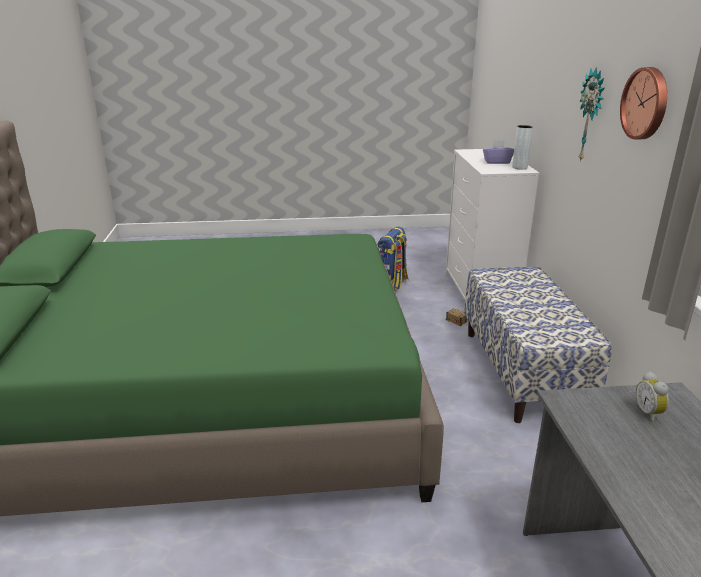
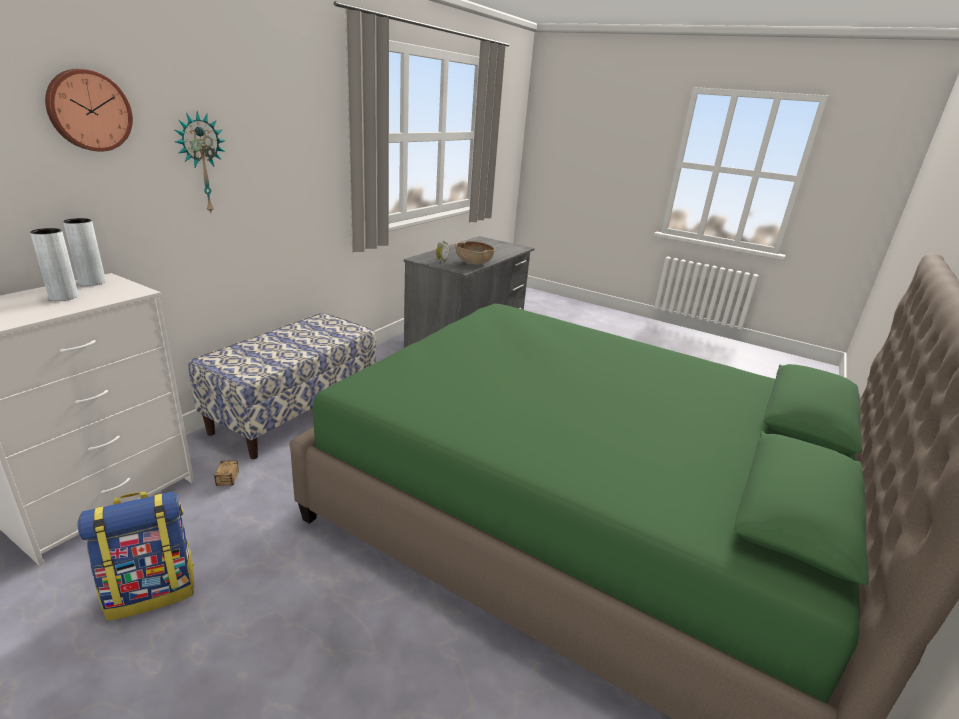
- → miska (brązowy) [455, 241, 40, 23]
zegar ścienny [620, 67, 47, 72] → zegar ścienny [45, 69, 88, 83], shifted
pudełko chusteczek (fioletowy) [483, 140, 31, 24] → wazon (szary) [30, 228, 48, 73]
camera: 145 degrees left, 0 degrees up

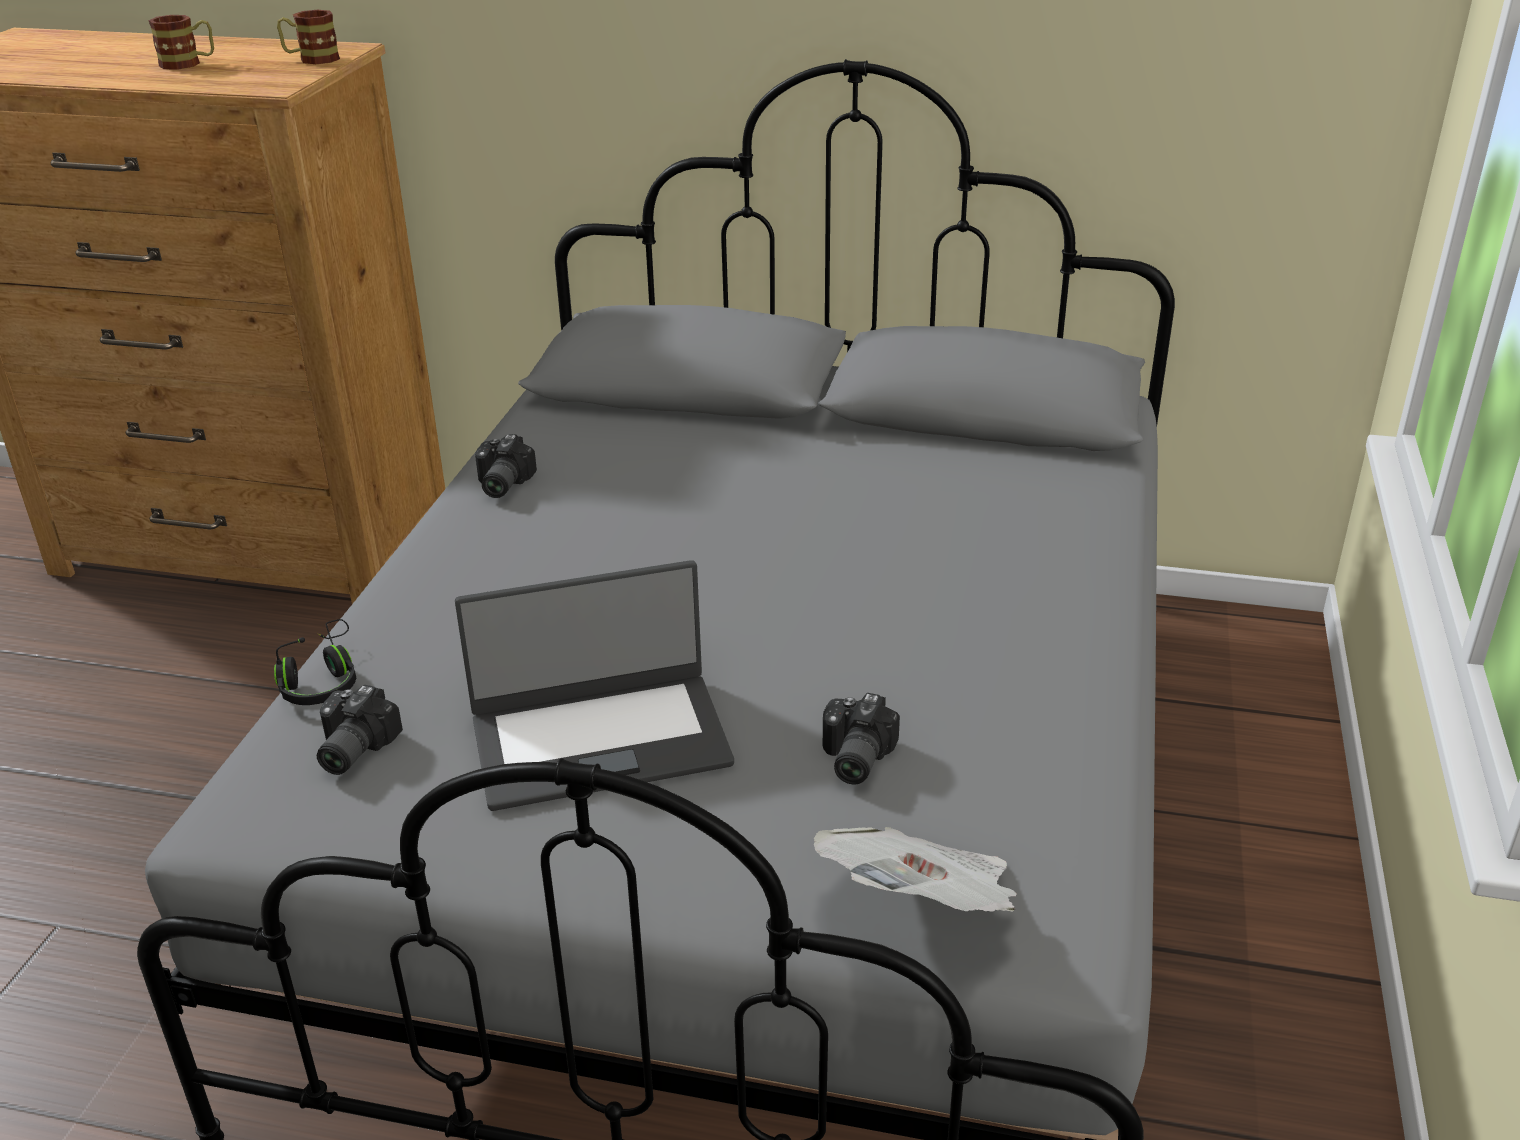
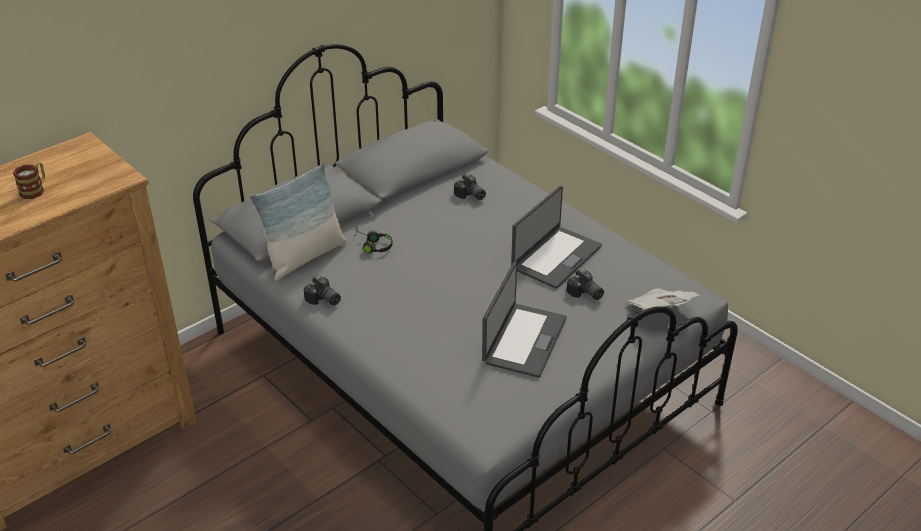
kubek [277, 10, 63, 54] → -
- → poduszka [250, 163, 97, 118]
- → laptop [511, 186, 91, 103]
słuchawki (czarny) [274, 619, 82, 86] → słuchawki (czarny) [354, 228, 39, 25], shifted
aparat fotograficzny [317, 685, 86, 90] → aparat fotograficzny [454, 173, 32, 27], shifted
camera: 55 degrees left, 5 degrees up

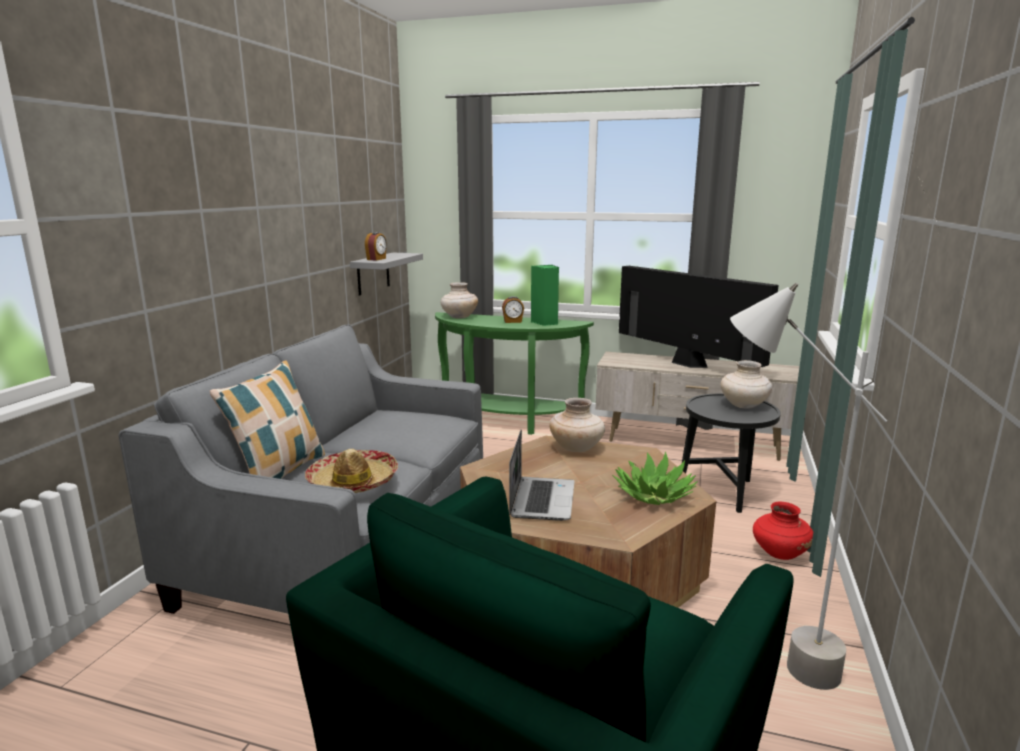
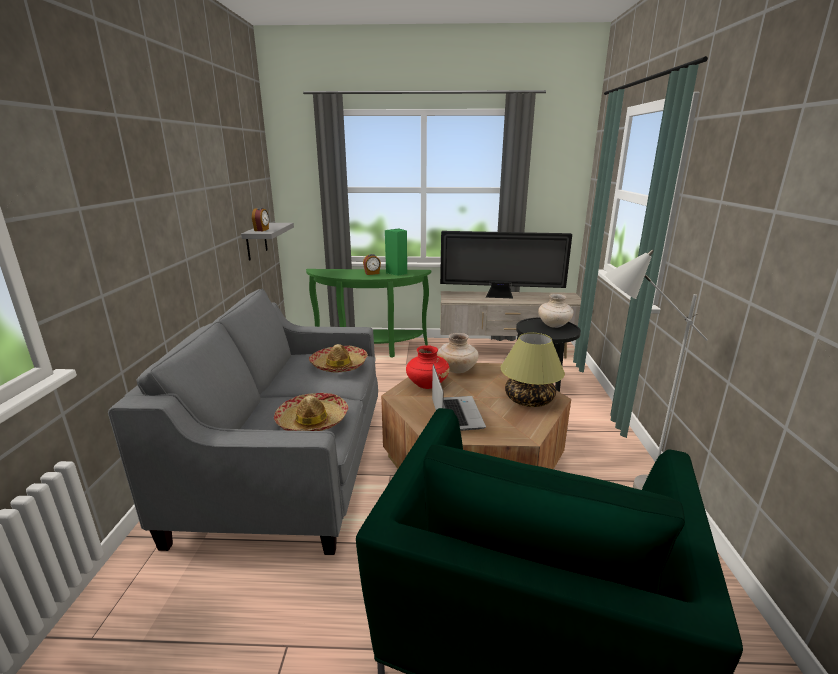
poduszka [210, 360, 115, 119] → -
wazon (beżowy) [441, 282, 37, 36] → -
- → kapelusz [309, 344, 59, 28]
wazon (czerwony) [753, 502, 60, 58] → wazon (czerwony) [406, 345, 43, 44], shifted
roślina doniczkowa [612, 452, 86, 53] → lampa stołowa [501, 333, 64, 74]
telewizor [619, 266, 160, 102] → telewizor [440, 231, 132, 67], 150 degrees clockwise
camera: 15 degrees left, 5 degrees up

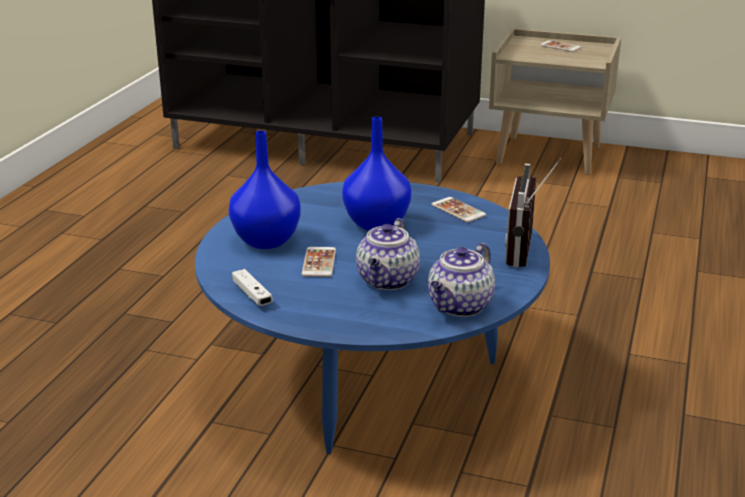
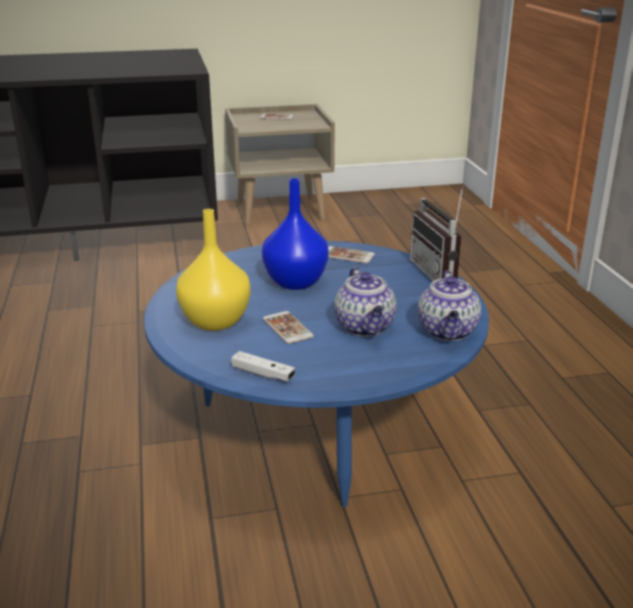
wazon (niebieski) [229, 131, 72, 118] → wazon (żółty) [176, 209, 74, 122]
camera: 30 degrees left, 0 degrees up

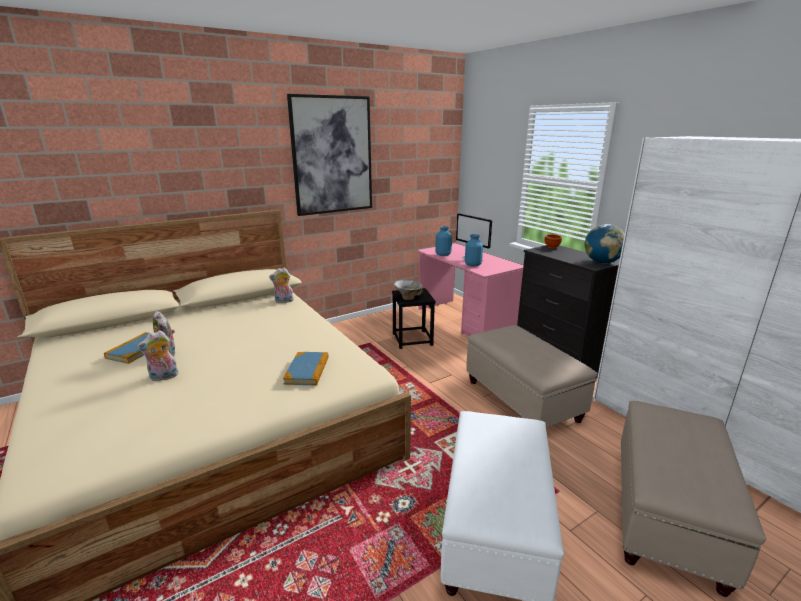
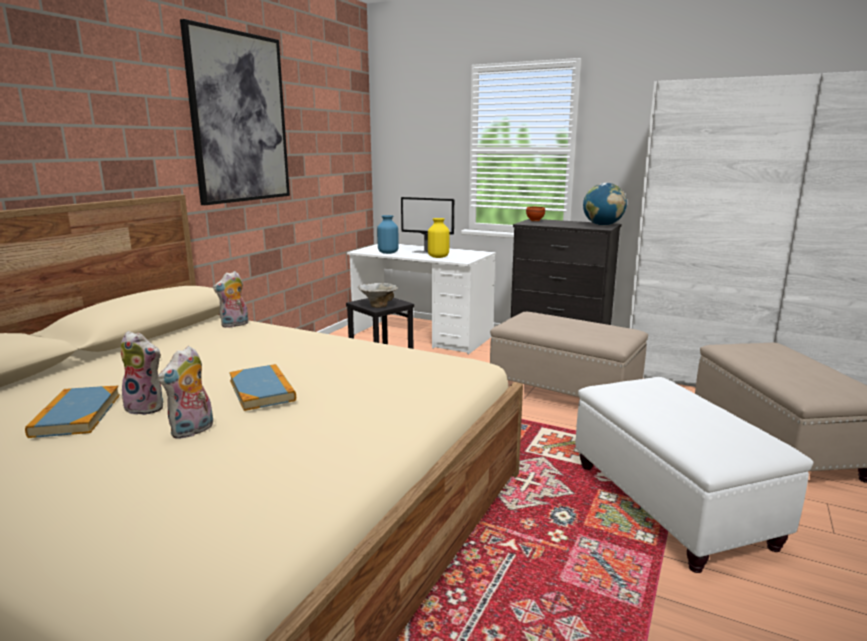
książka [283, 352, 46, 34] → książka [229, 364, 67, 47], shifted
biurko (różowy) [417, 243, 107, 93] → biurko (biały) [347, 244, 149, 111]
wazon (niebieski) [465, 234, 18, 32] → wazon (żółty) [428, 218, 22, 40]
camera: 30 degrees left, 5 degrees down

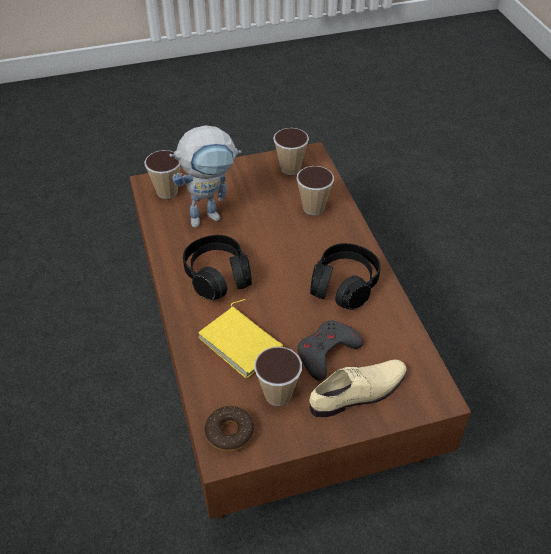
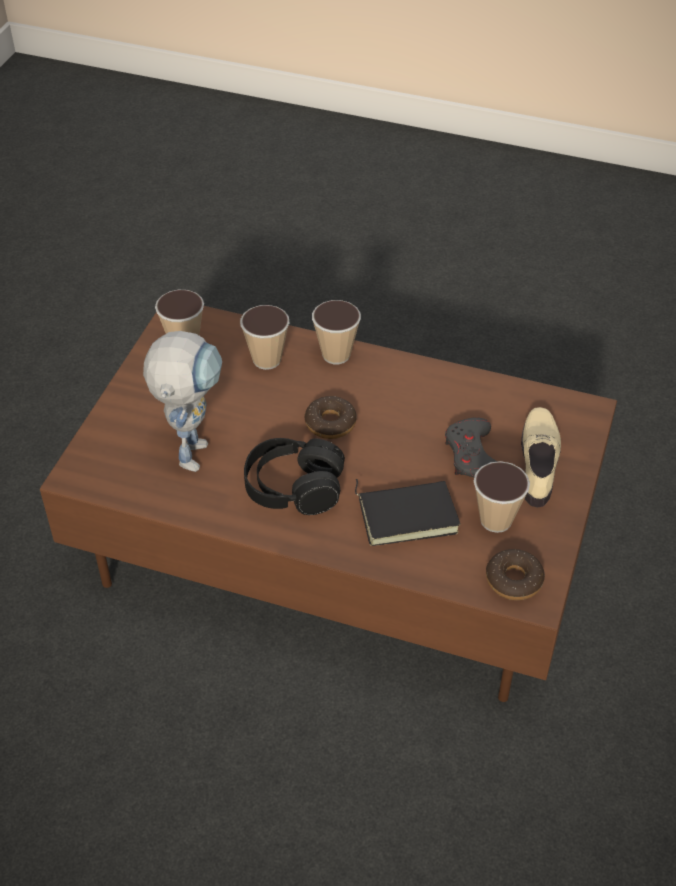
słuchawki (czarny) [310, 243, 71, 67] → -
- → donut [305, 396, 52, 43]
filiżanka [144, 150, 37, 49] → filiżanka [312, 300, 49, 64], shifted
książka (żółty) [198, 299, 85, 79] → książka (czarny) [355, 479, 106, 67]
camera: 55 degrees left, 0 degrees up

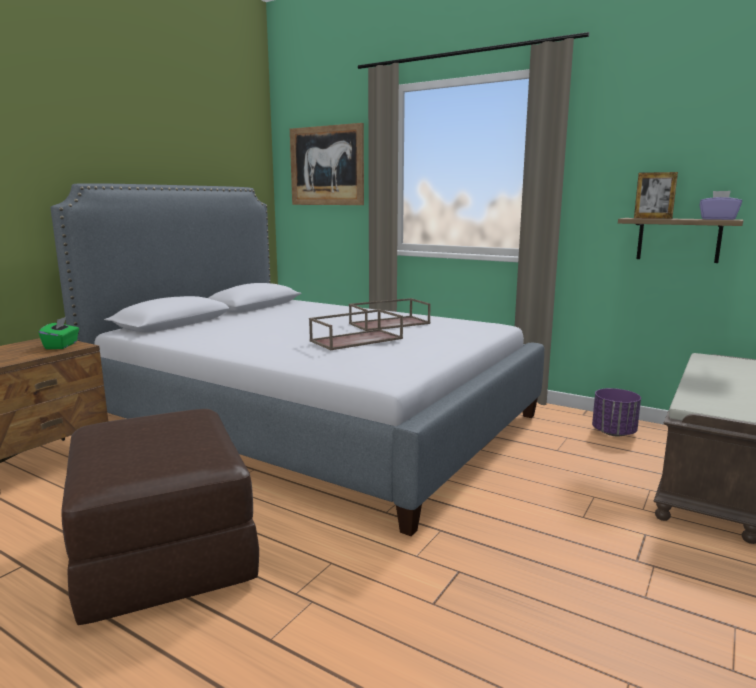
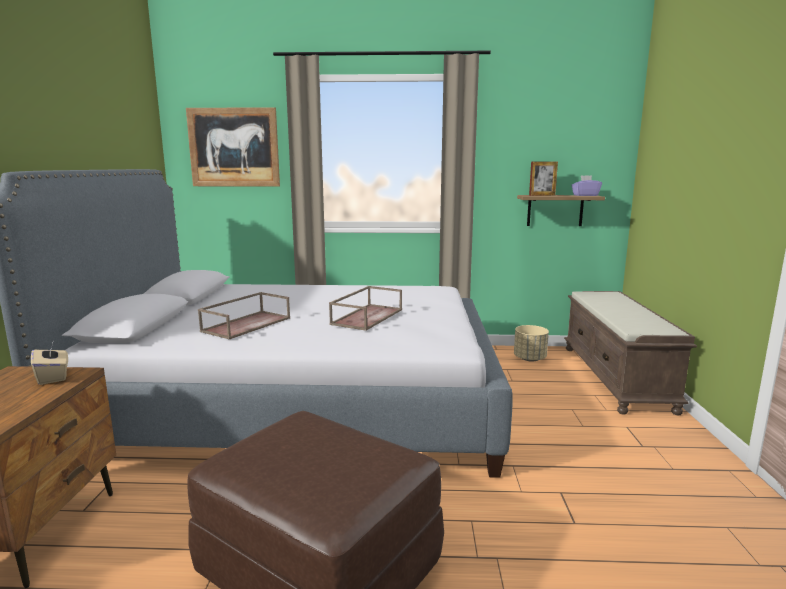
taca (brązowy) [349, 298, 82, 33] → taca (brązowy) [198, 292, 92, 47], shifted
pudełko chusteczek (zielony) [39, 317, 40, 32] → pudełko chusteczek (beżowy) [31, 340, 37, 45]
donica (fioletowy) [592, 388, 49, 48] → donica (beżowy) [514, 325, 35, 37]
camera: 30 degrees left, 0 degrees up

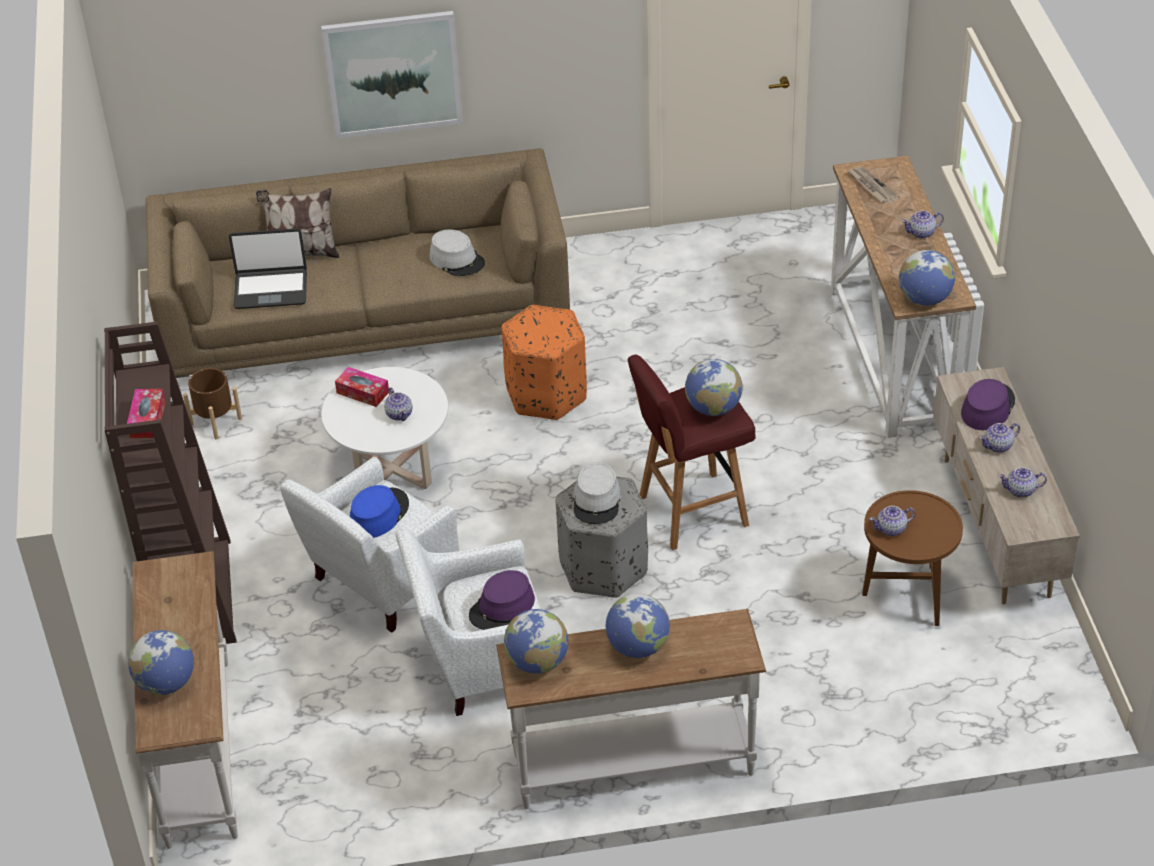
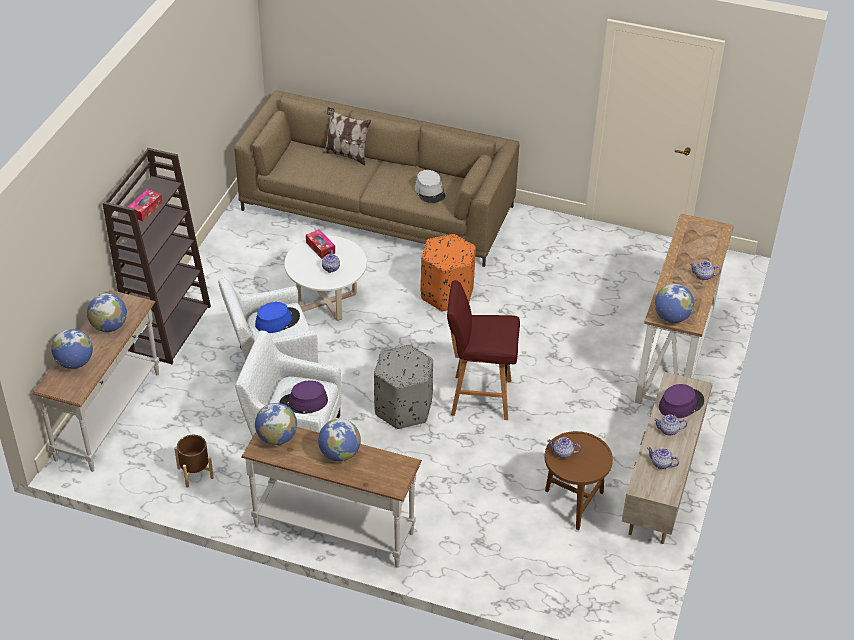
laptop [229, 228, 78, 81] → -
obraz [321, 11, 142, 128] → -
kapelusz (szary) [573, 463, 49, 61] → -
gazeta [848, 167, 51, 36] → -
donica (brązowy) [183, 368, 59, 71] → donica (brązowy) [174, 435, 40, 52], shifted
globus [685, 359, 58, 57] → globus [87, 293, 40, 39], shifted
camera: 25 degrees right, 0 degrees up

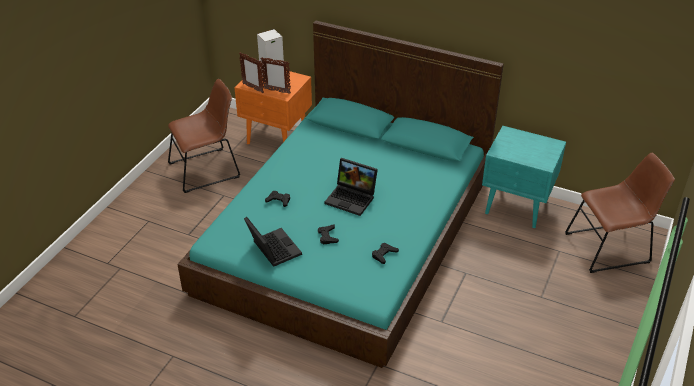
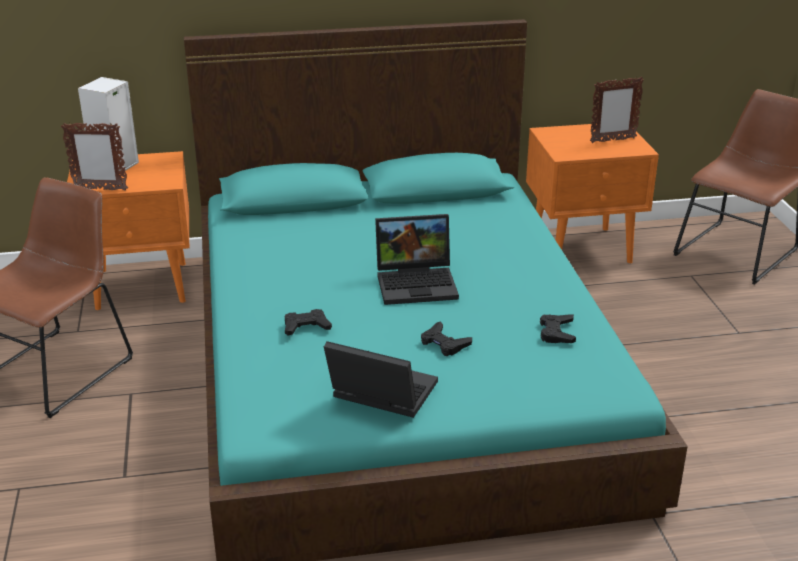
ramka na zdjęcie [260, 57, 31, 37] → ramka na zdjęcie [590, 77, 54, 66], shifted
szafka nocna (turkusowy) [482, 126, 84, 102] → szafka nocna (pomarańczowy) [526, 124, 133, 139]
camera: 35 degrees left, 10 degrees down

